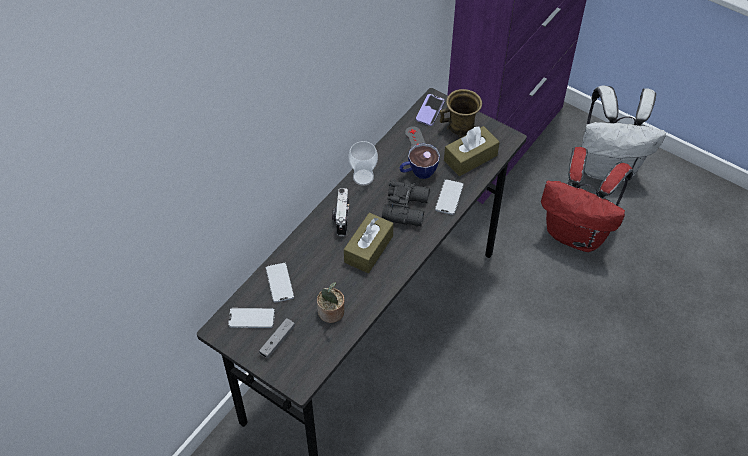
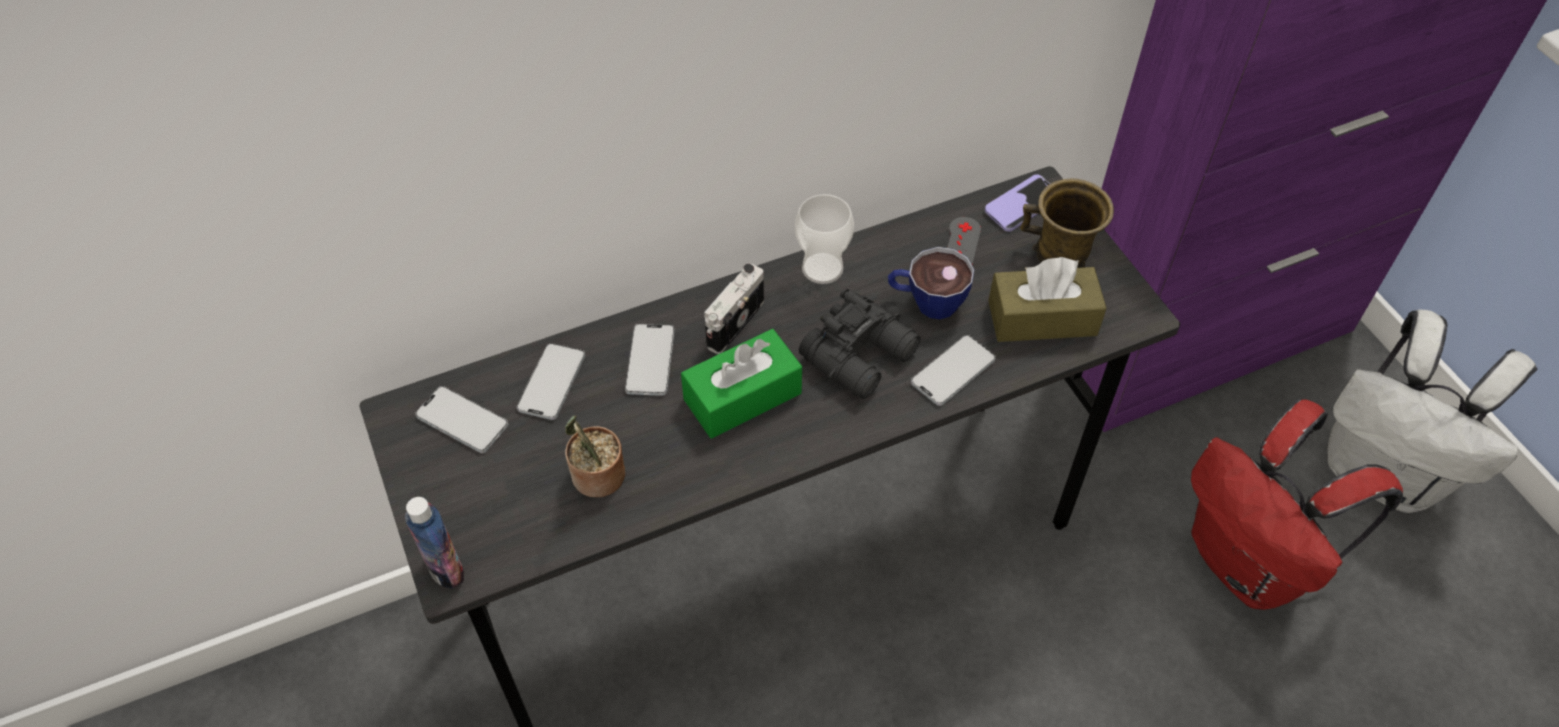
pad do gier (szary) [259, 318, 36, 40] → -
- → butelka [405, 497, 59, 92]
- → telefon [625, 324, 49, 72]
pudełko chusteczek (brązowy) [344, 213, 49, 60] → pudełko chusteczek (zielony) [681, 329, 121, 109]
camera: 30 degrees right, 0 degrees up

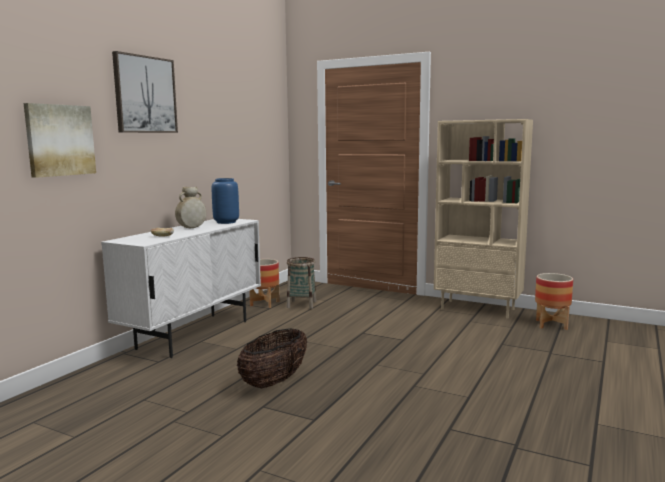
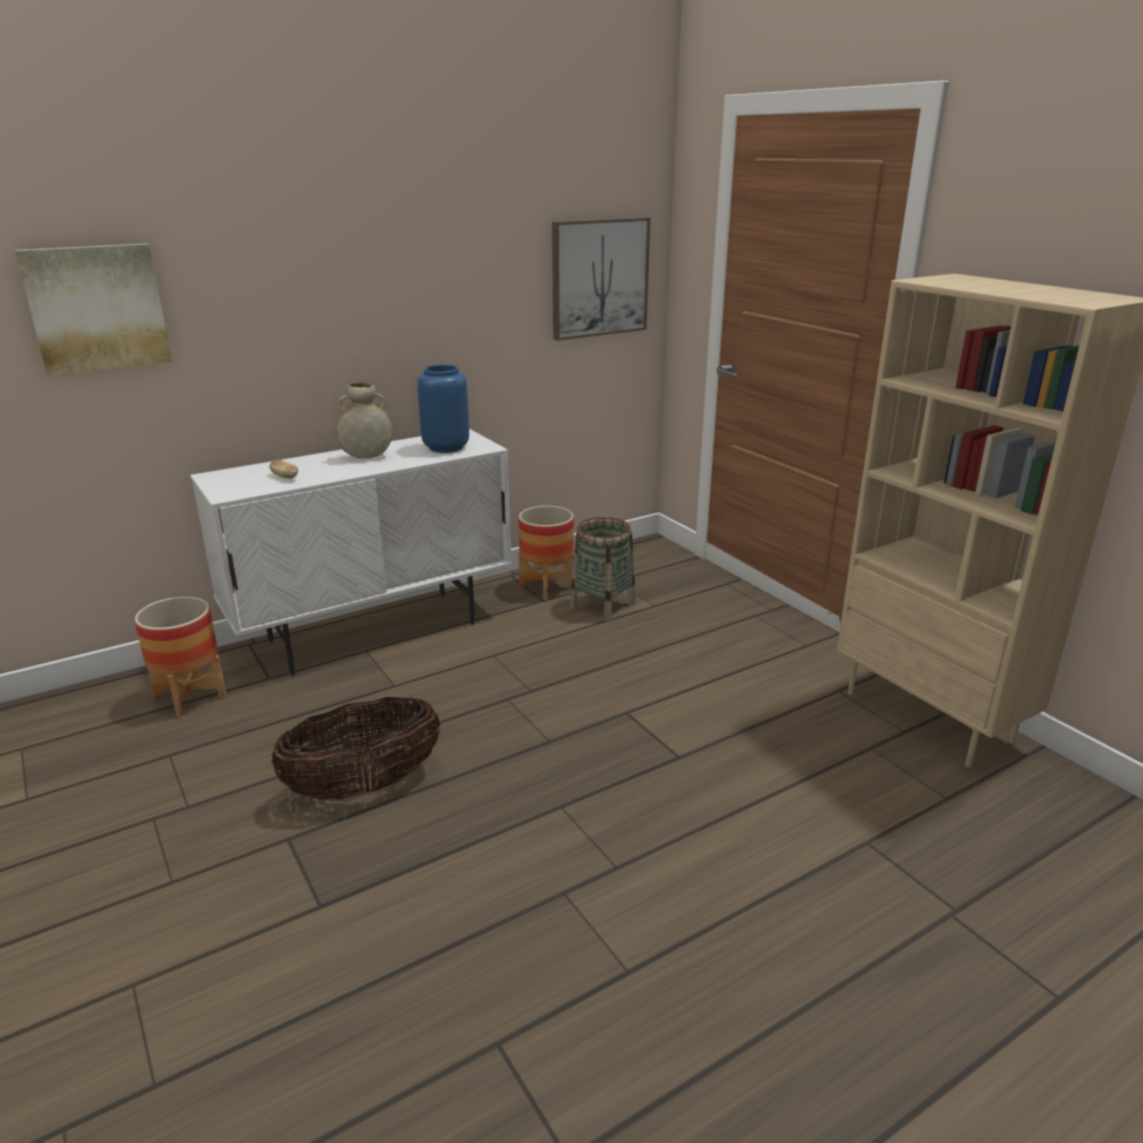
obraz [112, 51, 66, 82] → obraz [552, 217, 98, 124], shifted
donica [535, 273, 38, 57] → donica [135, 596, 92, 121], shifted
camera: 30 degrees right, 15 degrees up

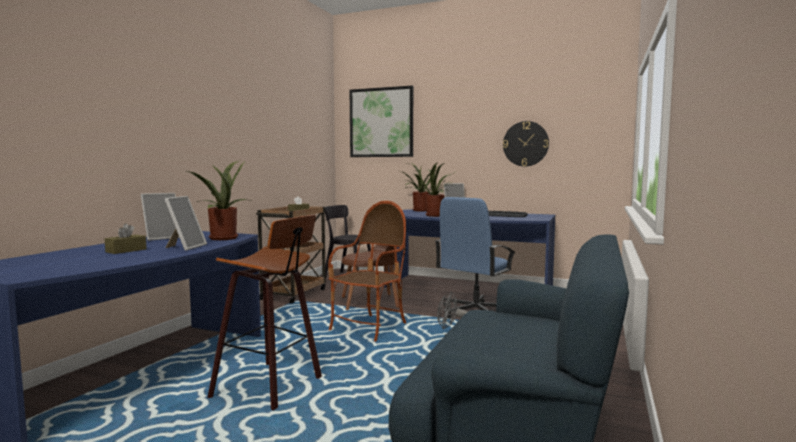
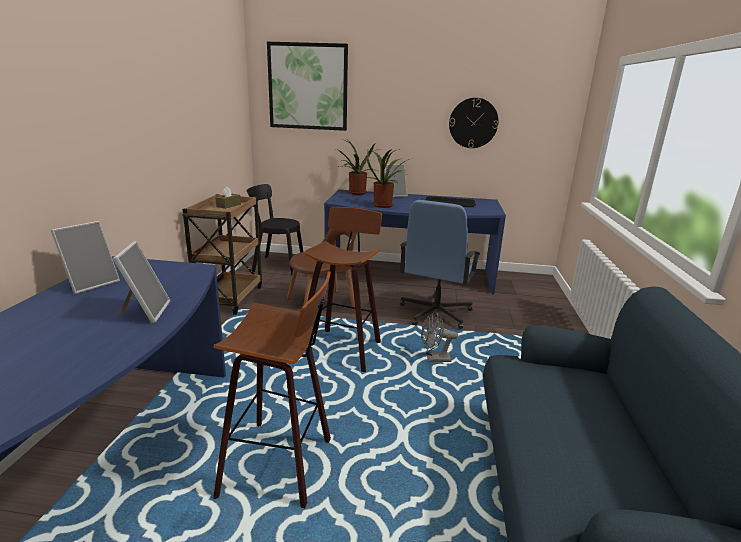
pudełko chusteczek (brązowy) [105, 223, 42, 31] → -
roślina doniczkowa [185, 161, 66, 79] → -
fotel [328, 201, 78, 140] → stołek [304, 207, 78, 165]
camera: 15 degrees left, 15 degrees up

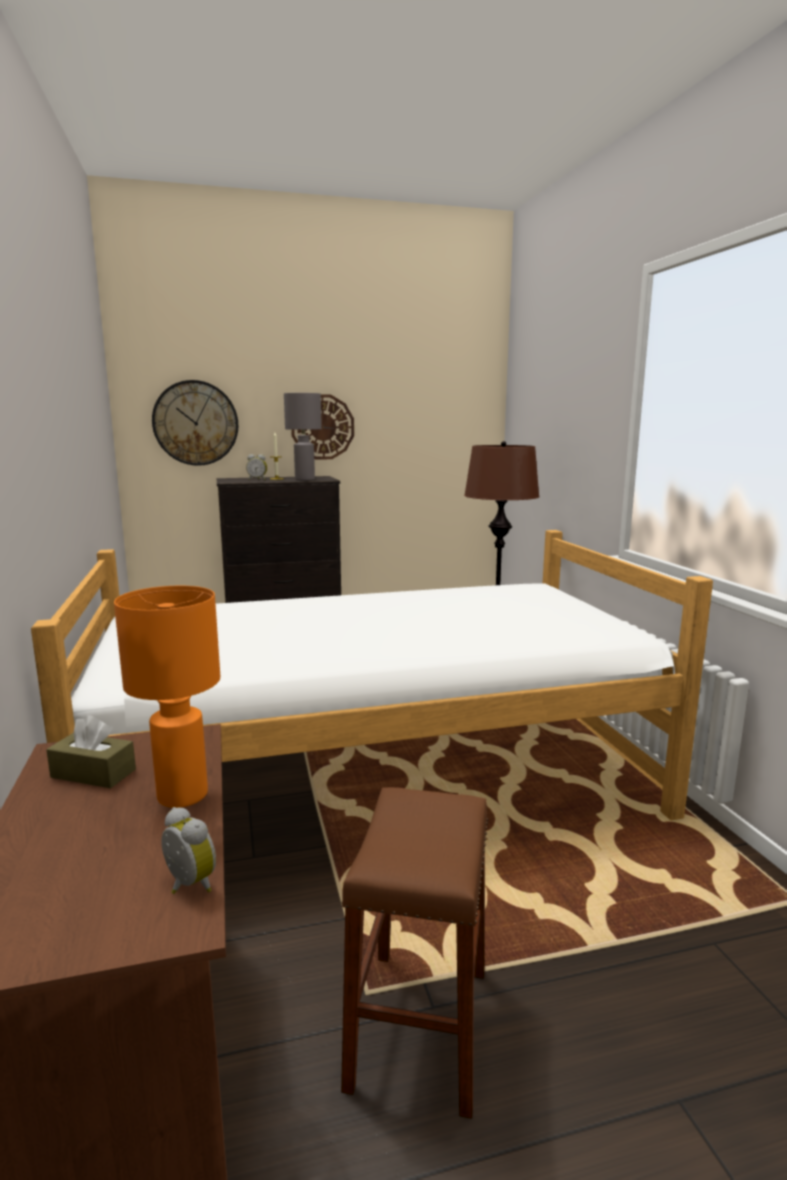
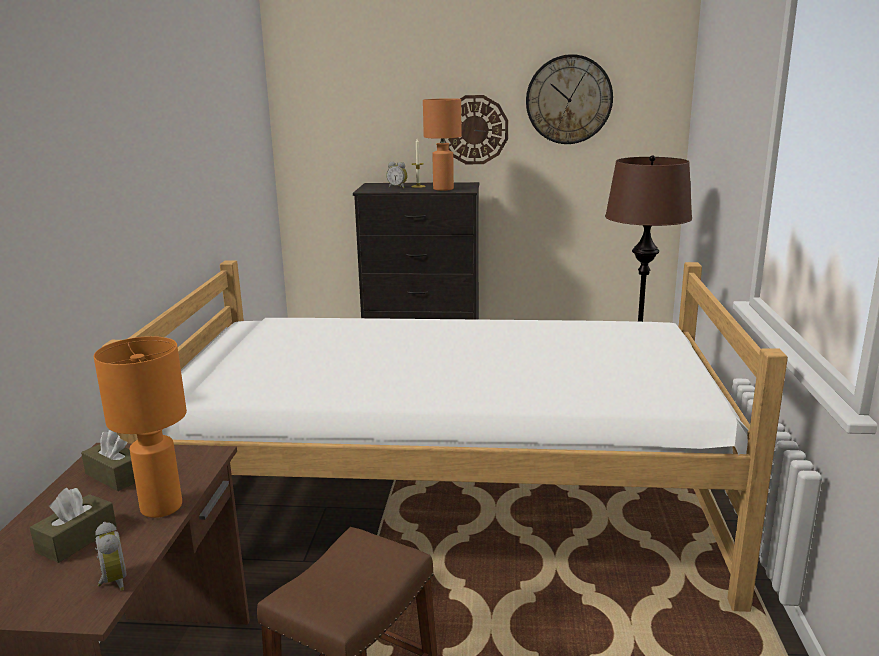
- → pudełko chusteczek (brązowy) [30, 488, 87, 75]
zegar ścienny [152, 380, 86, 86] → zegar ścienny [526, 54, 87, 90], shifted
lampa stołowa (szary) [284, 393, 38, 88] → lampa stołowa (pomarańczowy) [423, 98, 38, 93]
camera: 20 degrees right, 5 degrees up

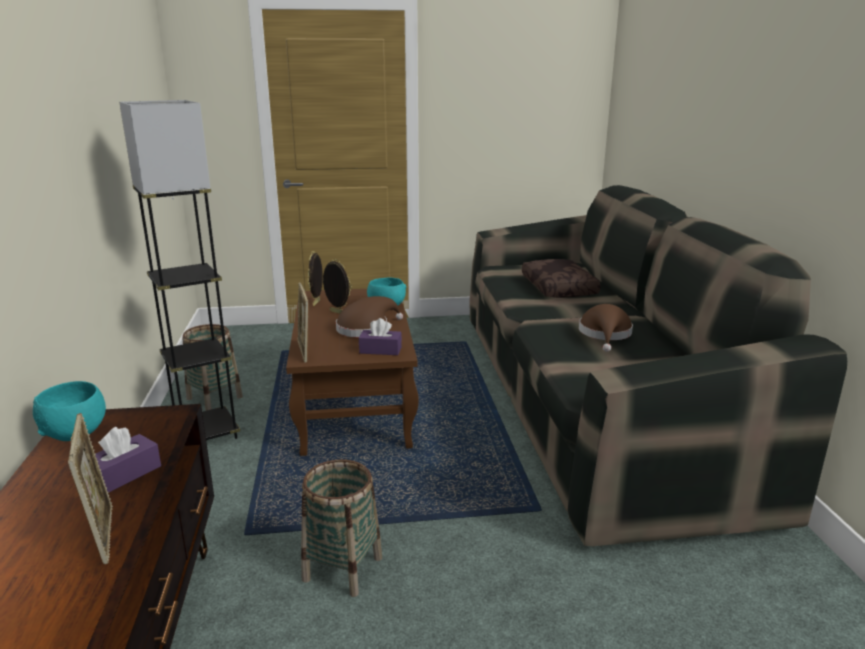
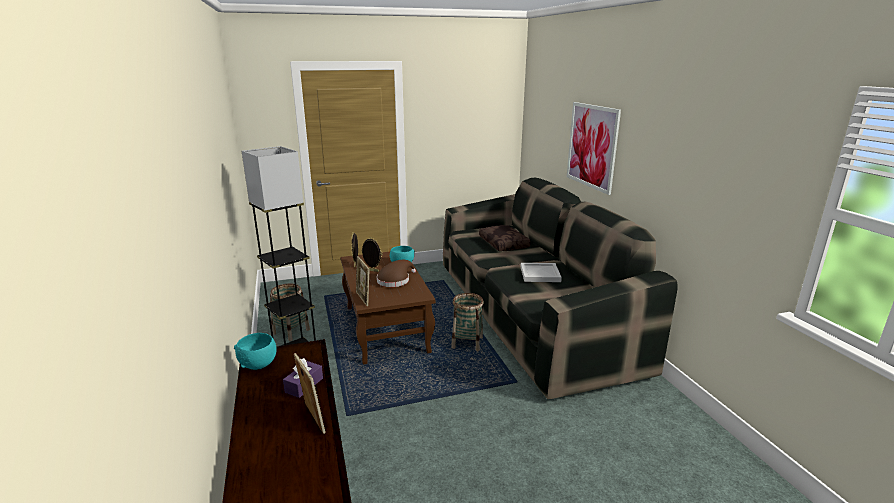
pudełko chusteczek (fioletowy) [359, 318, 43, 37] → -
- → obraz [567, 102, 54, 93]
koszyk [301, 459, 81, 138] → koszyk [451, 293, 33, 58], shifted
kapelusz (brązowy) [579, 304, 54, 48] → taca (biały) [521, 263, 41, 19]
camera: 10 degrees left, 0 degrees up

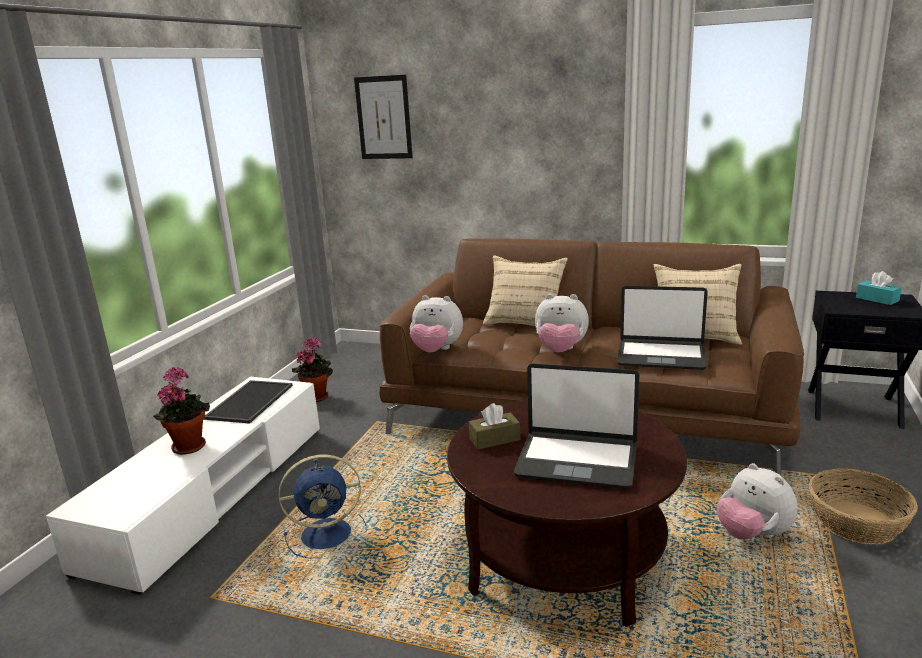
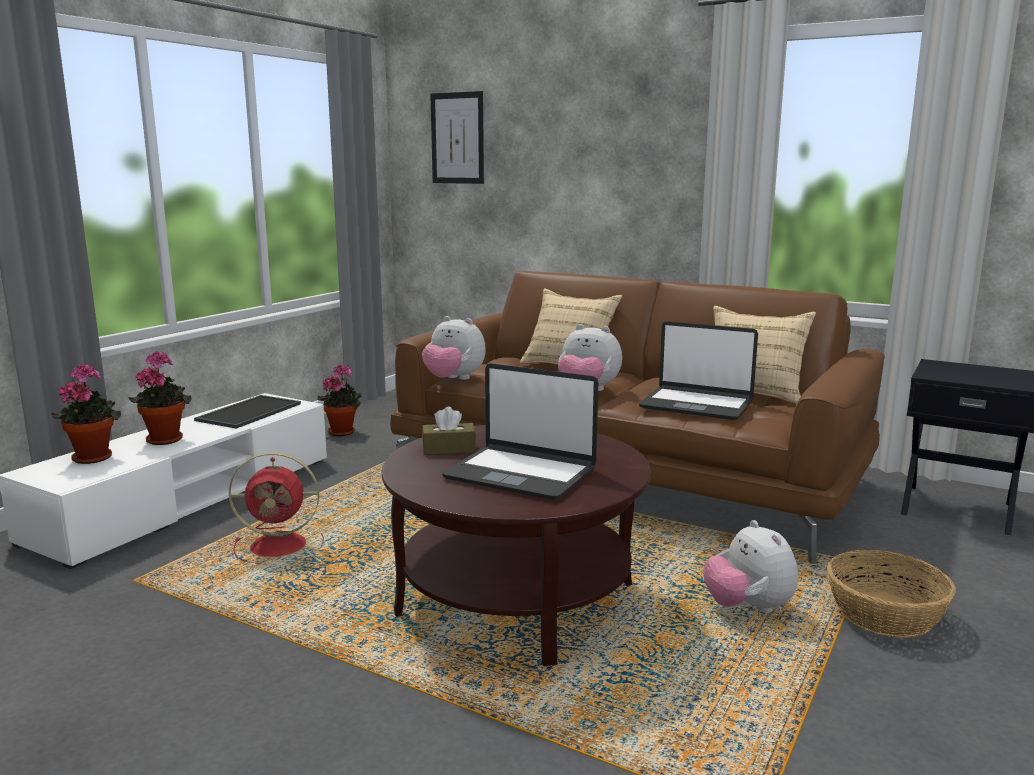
pudełko chusteczek (turkusowy) [856, 271, 46, 34] → -
- → roślina doniczkowa [51, 363, 70, 101]
wentylator (niebieski) [279, 454, 88, 104] → wentylator (czerwony) [229, 452, 95, 112]
camera: 10 degrees right, 5 degrees down

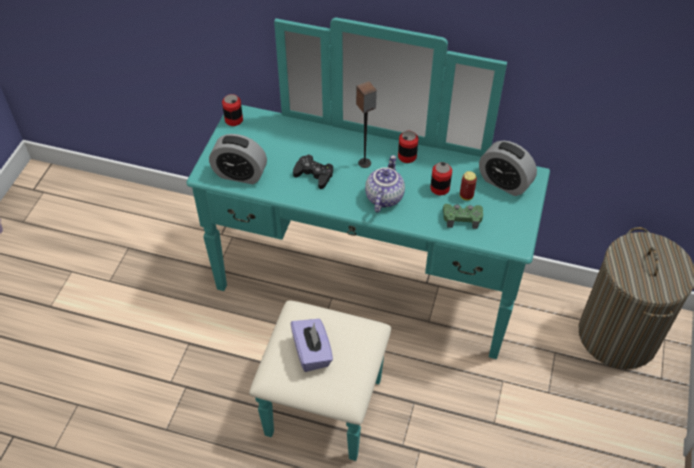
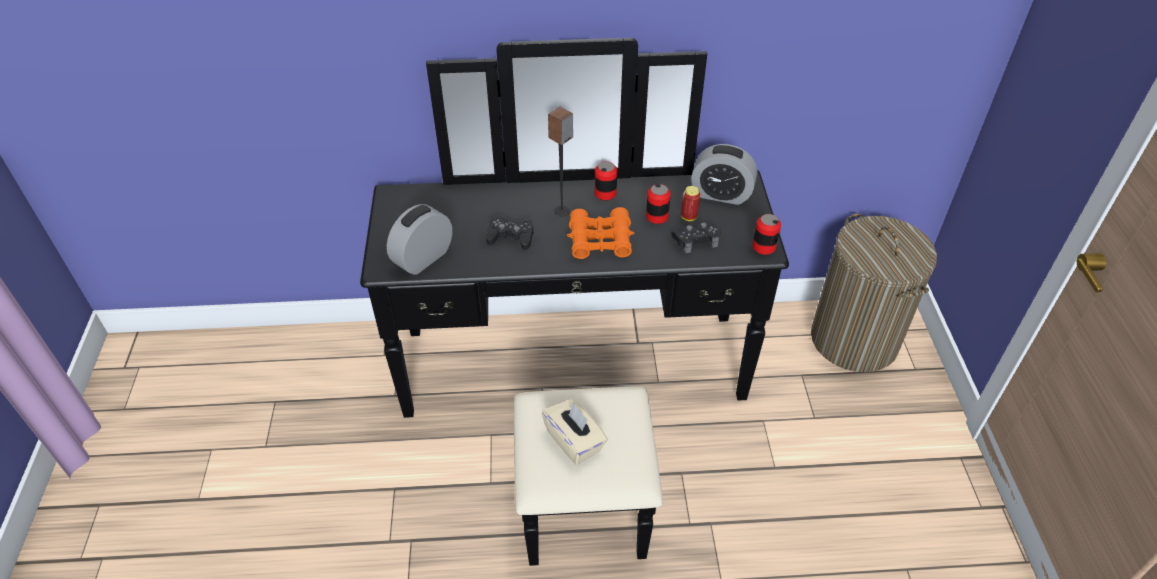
puszka [222, 94, 21, 32] → puszka [752, 214, 29, 41], shifted
imbryk [365, 155, 40, 57] → lornetka (pomarańczowy) [567, 207, 67, 52]
komoda (turkusowy) [186, 18, 364, 443] → komoda (czarny) [360, 38, 429, 528]
pudełko chusteczek (fioletowy) [290, 319, 43, 53] → pudełko chusteczek (beżowy) [542, 399, 66, 66]
pad do gier (zielony) [443, 204, 40, 25] → pad do gier (czarny) [671, 222, 50, 32]
budzik [209, 134, 58, 50] → budzik [387, 204, 65, 71], 135 degrees clockwise
camera: 20 degrees left, 5 degrees down

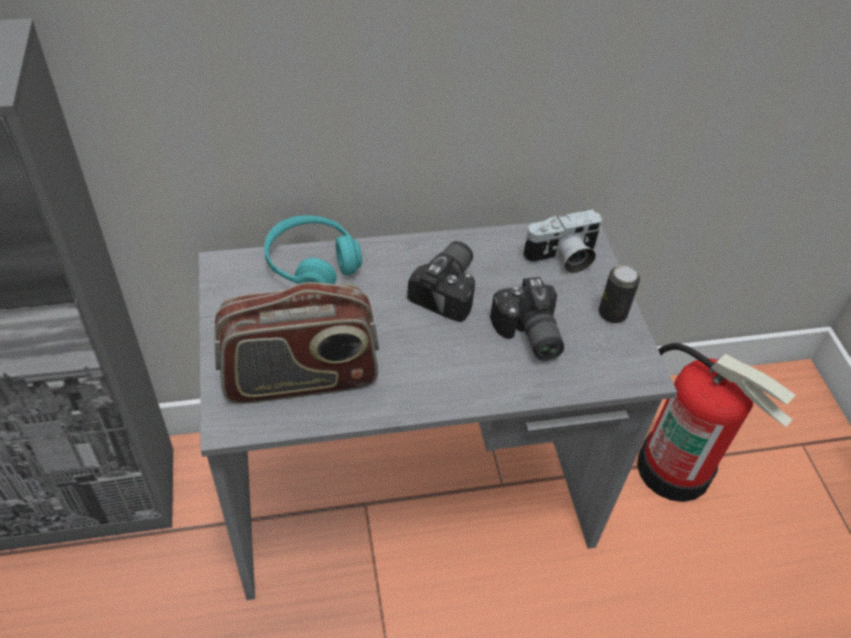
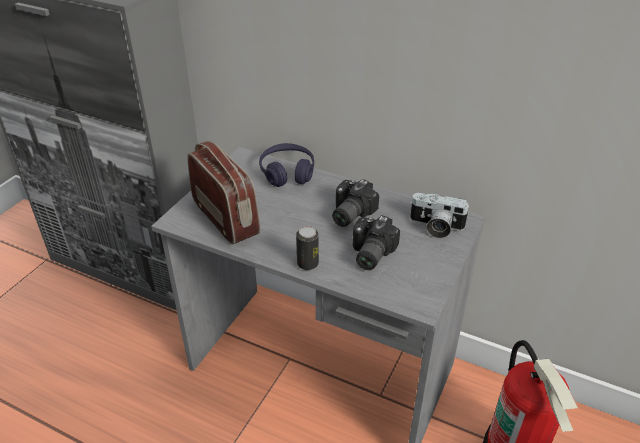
puszka [598, 265, 42, 58] → puszka [296, 226, 23, 44], shifted
słuchawki (turkusowy) [264, 215, 98, 69] → słuchawki (fioletowy) [259, 143, 55, 44]
radio [214, 282, 165, 122] → radio [187, 141, 73, 103], 150 degrees counterclockwise
aparat fotograficzny [407, 241, 68, 81] → aparat fotograficzny [332, 179, 47, 48], 150 degrees clockwise
camera: 40 degrees right, 10 degrees down

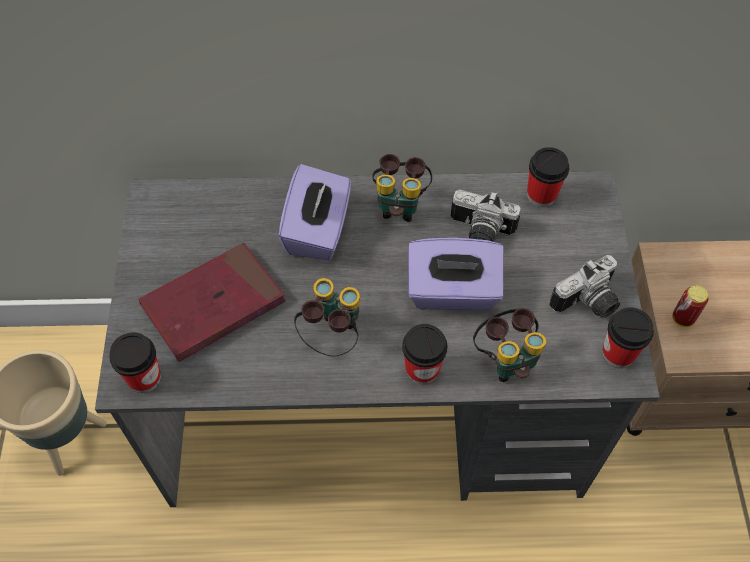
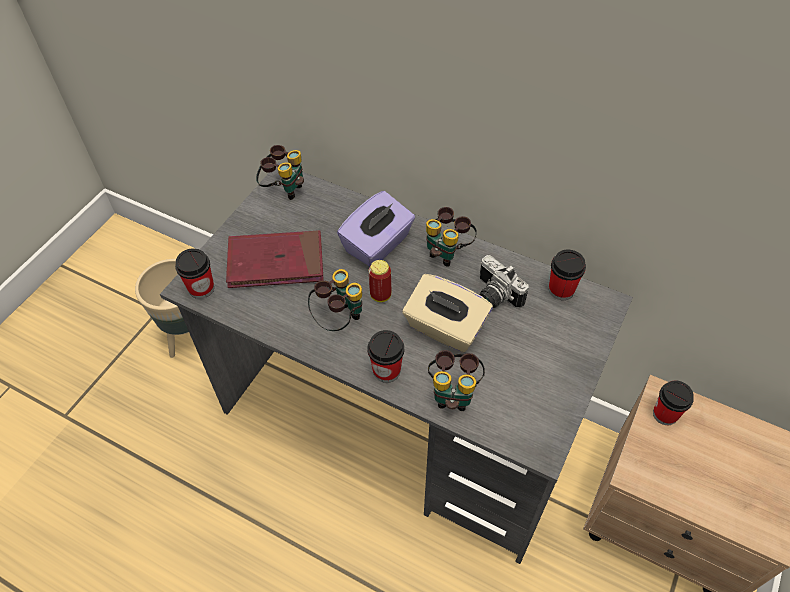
aparat fotograficzny [549, 255, 71, 63] → -
- → lornetka [256, 145, 48, 55]
filiżanka [602, 307, 52, 61] → filiżanka [653, 380, 41, 45], shifted
puszka [672, 285, 37, 42] → puszka [368, 260, 23, 42], shifted
pudełko chusteczek (fioletowy) [408, 238, 95, 73] → pudełko chusteczek (beżowy) [403, 274, 90, 78]
camera: 30 degrees right, 5 degrees down

